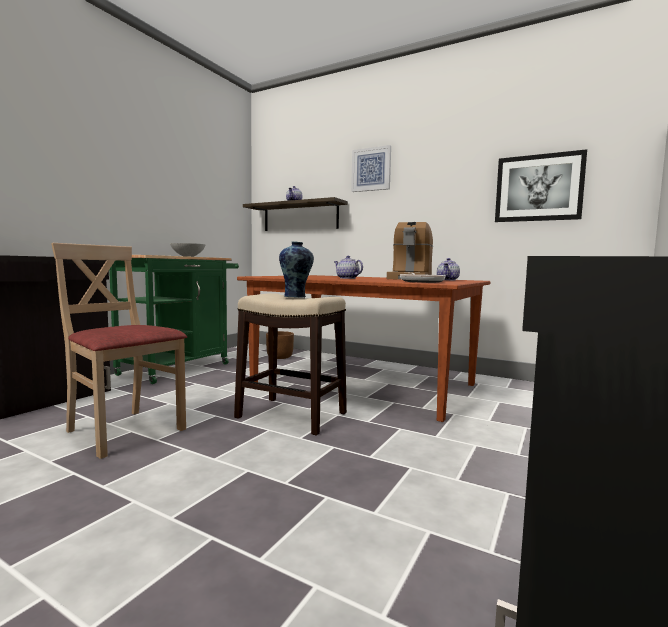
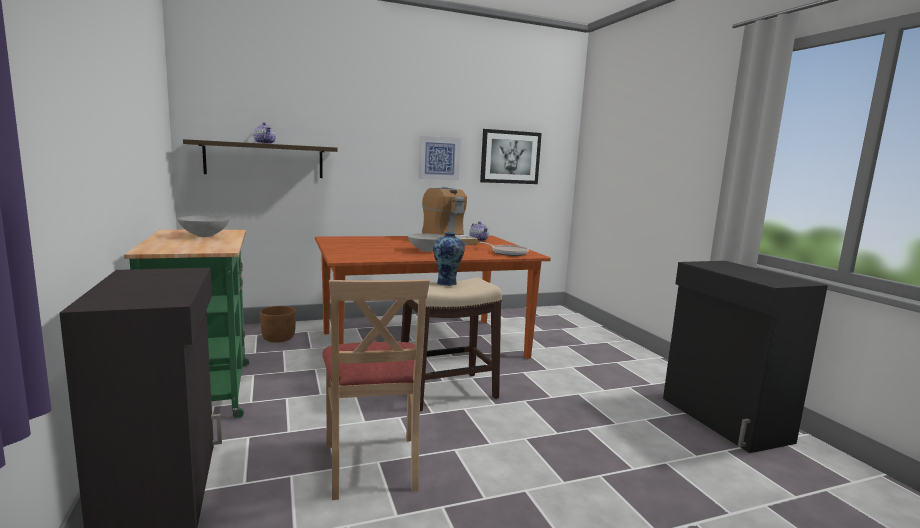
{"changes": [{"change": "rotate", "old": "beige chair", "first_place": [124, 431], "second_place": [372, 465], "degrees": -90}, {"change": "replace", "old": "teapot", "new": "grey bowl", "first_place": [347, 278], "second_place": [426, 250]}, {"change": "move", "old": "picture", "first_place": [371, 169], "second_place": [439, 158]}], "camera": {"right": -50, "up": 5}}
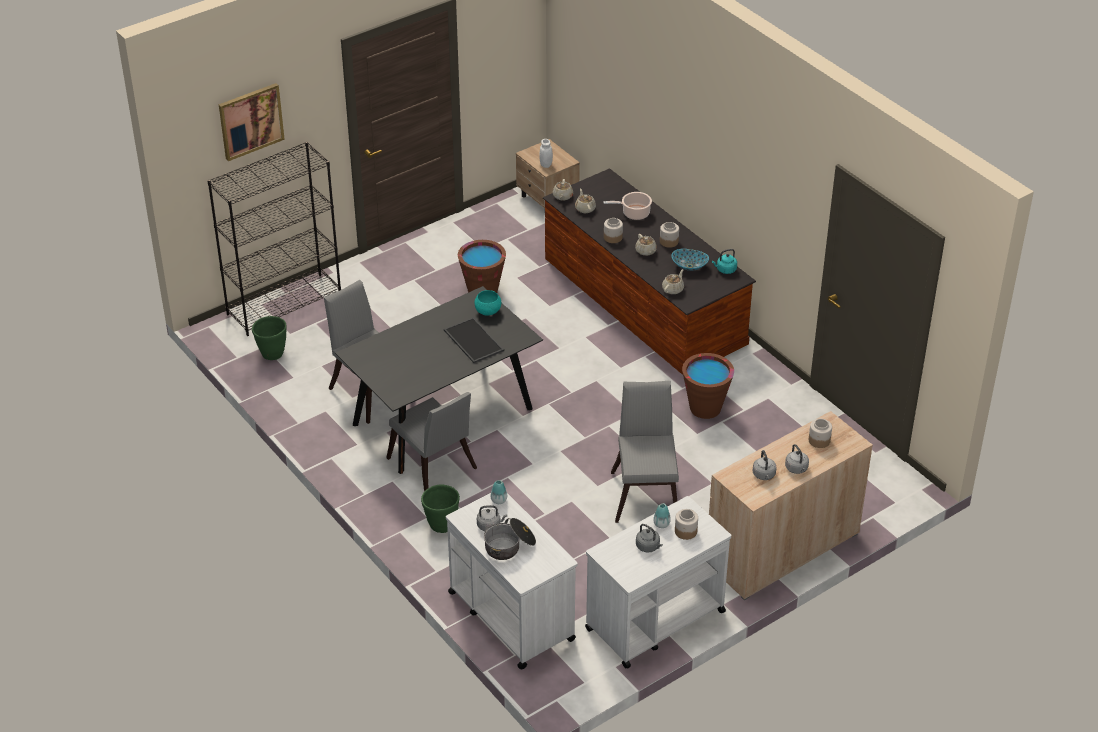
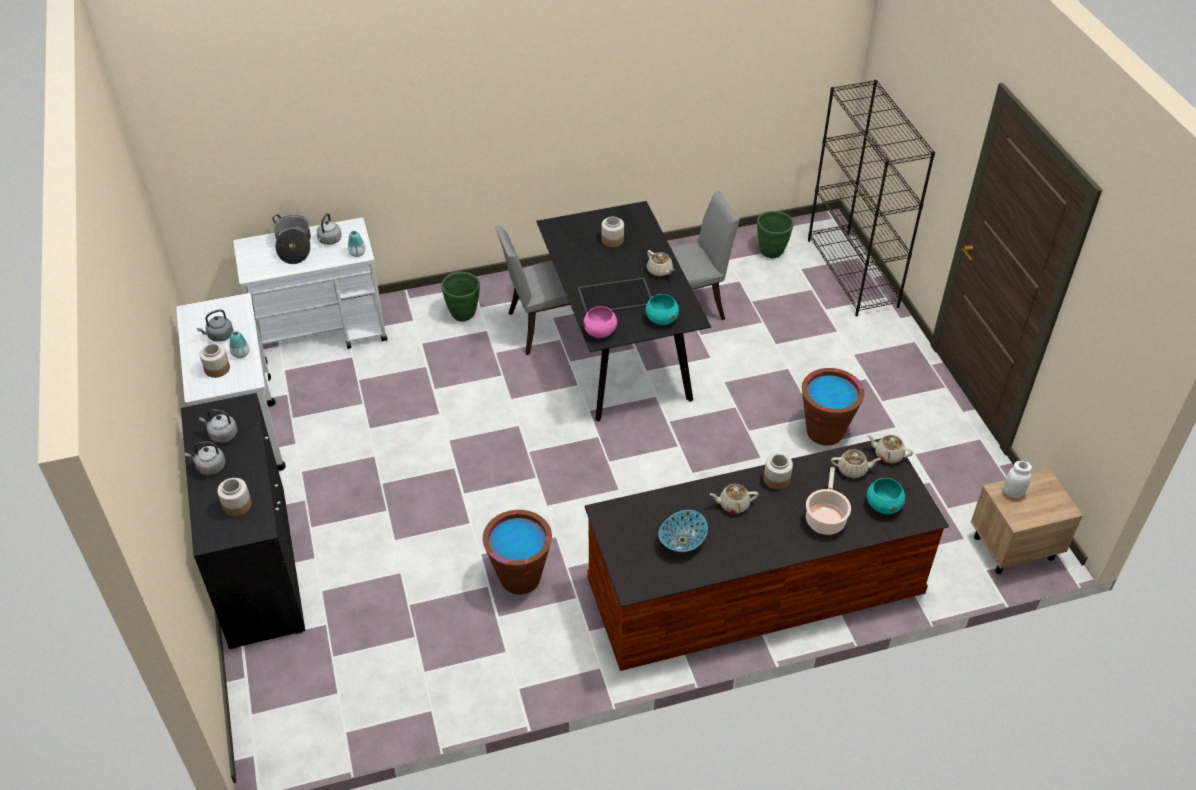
{"changes": [{"change": "recolor", "old": "beige cabinet", "new": "black cabinet", "first_place": [782, 549], "second_place": [259, 566]}, {"change": "insert", "new": "pink bowl", "second_place": [600, 332]}, {"change": "move", "old": "jar", "first_place": [668, 241], "second_place": [612, 240]}, {"change": "move", "old": "beige teapot", "first_place": [673, 289], "second_place": [660, 271]}, {"change": "insert", "new": "turquoise bowl", "second_place": [883, 505]}, {"change": "delete", "old": "picture", "first_place": [250, 121]}, {"change": "delete", "old": "grey chair", "first_place": [645, 492]}, {"change": "delete", "old": "turquoise kettle", "first_place": [725, 270]}], "camera": {"right": 110, "up": 5}}
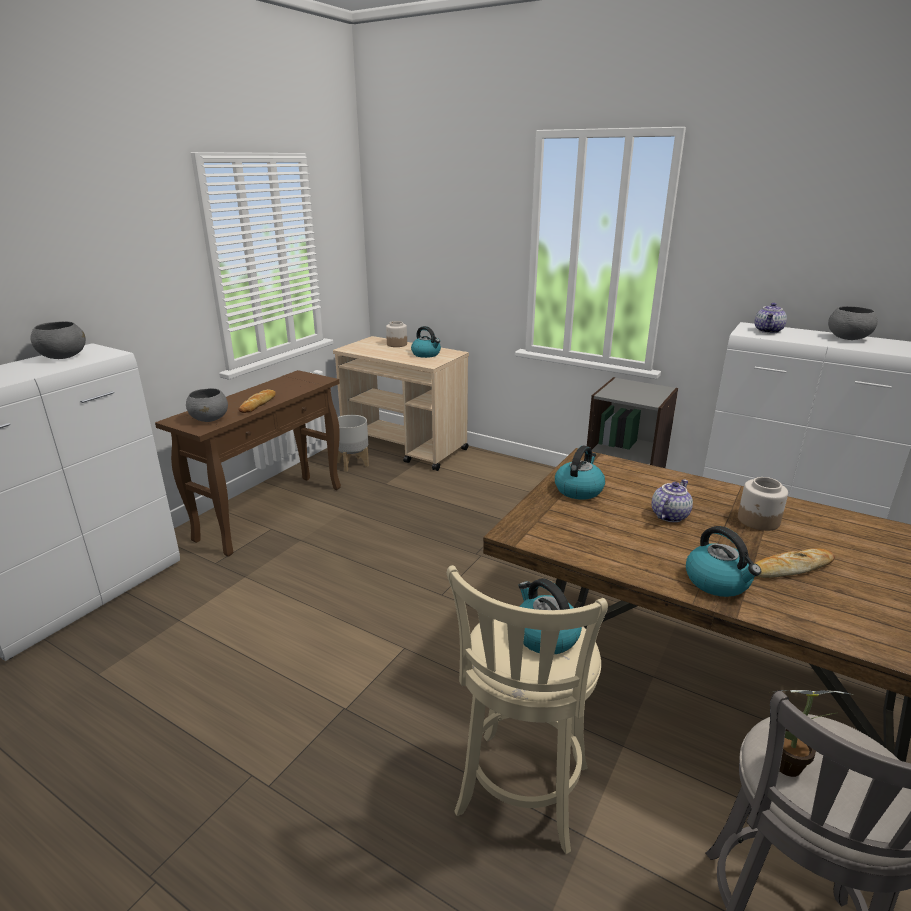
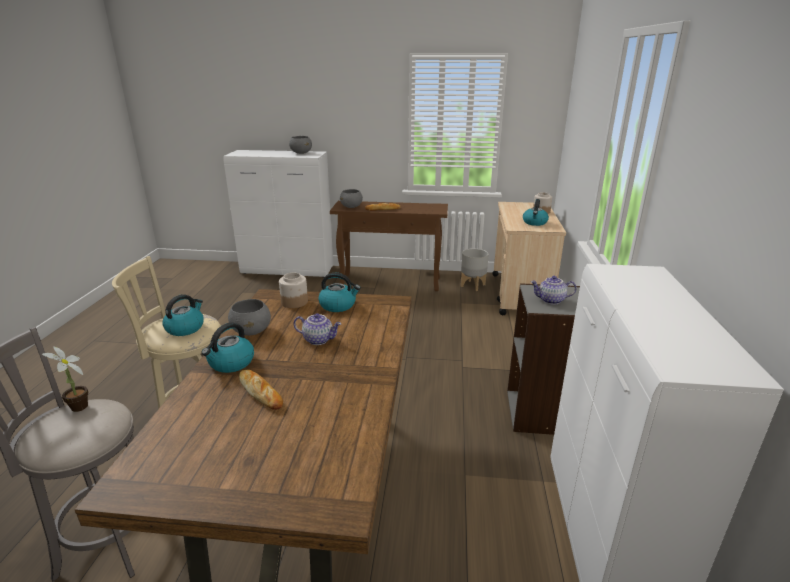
{"changes": [{"change": "move", "old": "grey bowl", "first_place": [847, 338], "second_place": [252, 331]}, {"change": "move", "old": "jar", "first_place": [758, 520], "second_place": [294, 302]}, {"change": "move", "old": "teapot", "first_place": [768, 331], "second_place": [551, 300]}], "camera": {"right": 65, "up": 0}}
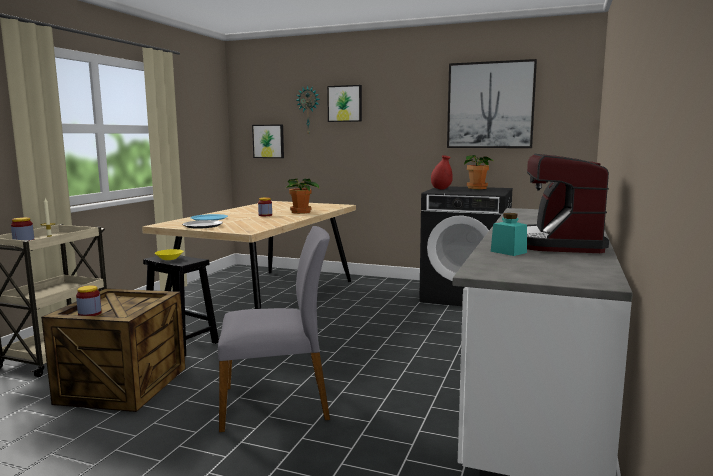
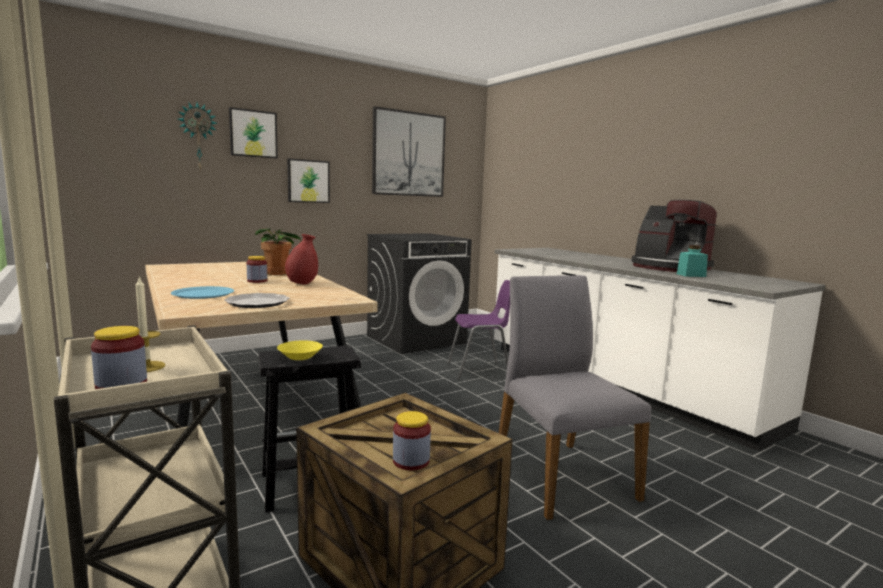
{"changes": [{"change": "move", "old": "red vase", "first_place": [441, 189], "second_place": [302, 283]}, {"change": "move", "old": "picture", "first_place": [268, 141], "second_place": [308, 181]}, {"change": "insert", "new": "purple chair", "second_place": [480, 370]}, {"change": "rotate", "old": "grey chair", "first_place": [276, 403], "second_place": [561, 476], "degrees": -45}, {"change": "delete", "old": "potted plant", "first_place": [478, 188]}], "camera": {"right": -55, "up": 0}}
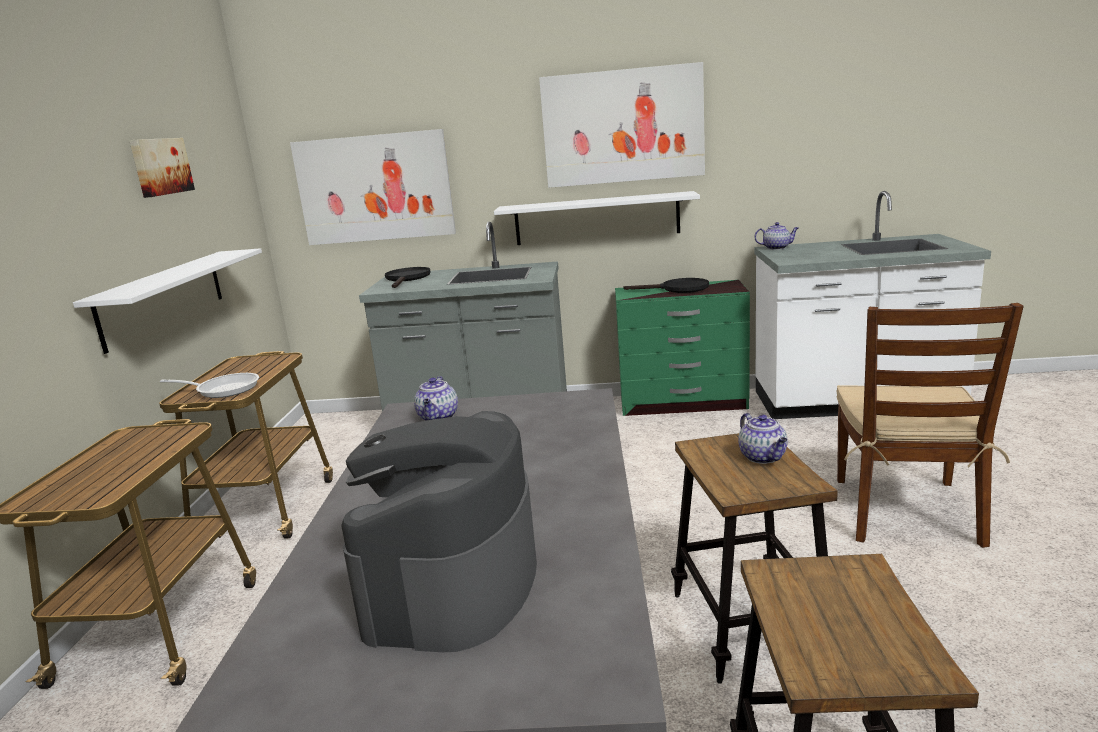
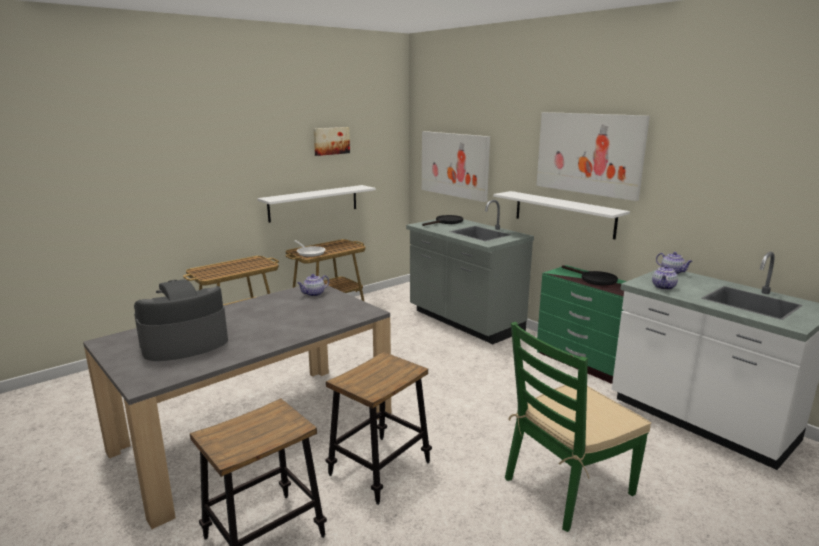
{"changes": [{"change": "recolor", "old": "brown chair", "new": "green chair", "first_place": [906, 511], "second_place": [567, 486]}, {"change": "move", "old": "teapot", "first_place": [763, 457], "second_place": [663, 287]}], "camera": {"right": 45, "up": 0}}
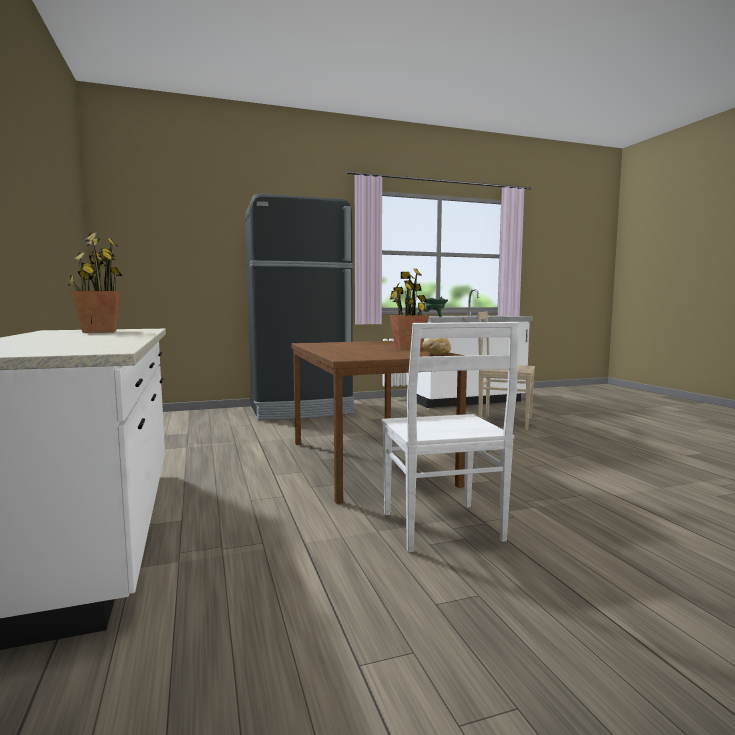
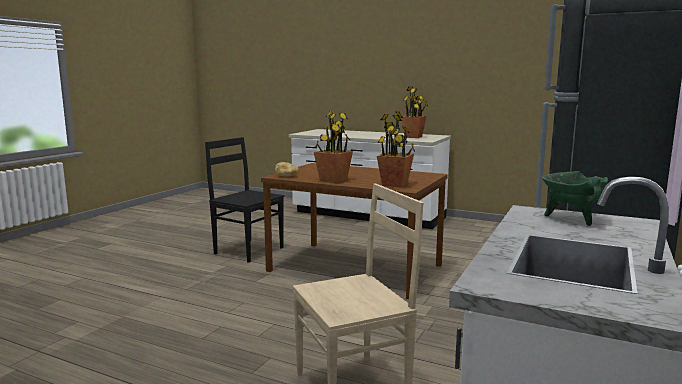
{"changes": [{"change": "recolor", "old": "white chair", "new": "black chair", "first_place": [442, 528], "second_place": [247, 250]}, {"change": "insert", "new": "potted plant", "second_place": [395, 184]}], "camera": {"right": 135, "up": 5}}
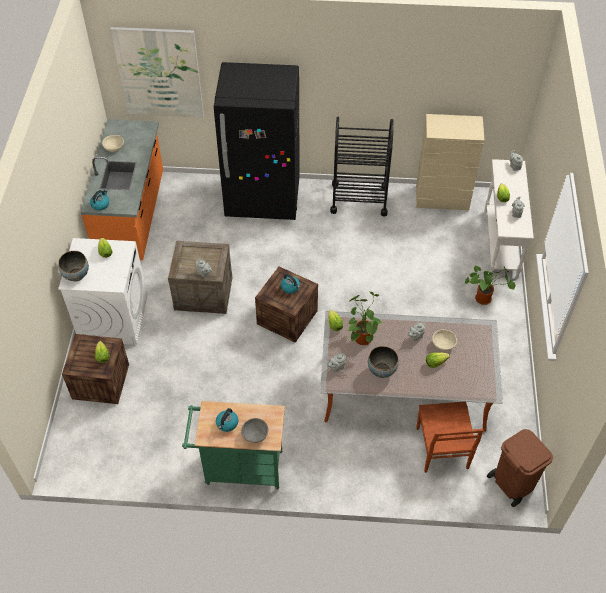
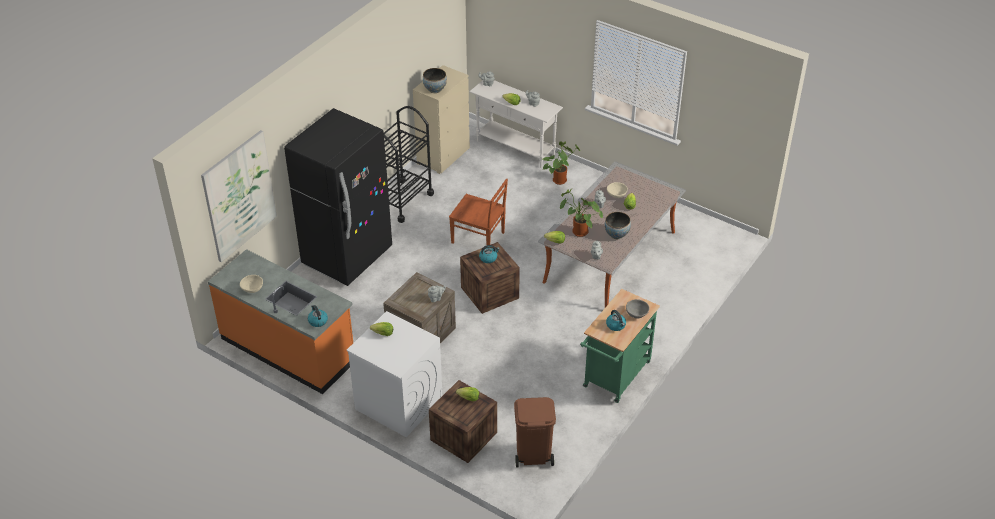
{"changes": [{"change": "move", "old": "bowl", "first_place": [76, 275], "second_place": [435, 89]}, {"change": "move", "old": "brown chair", "first_place": [442, 449], "second_place": [479, 238]}, {"change": "move", "old": "brown trash can", "first_place": [512, 483], "second_place": [533, 454]}], "camera": {"right": -60, "up": -10}}
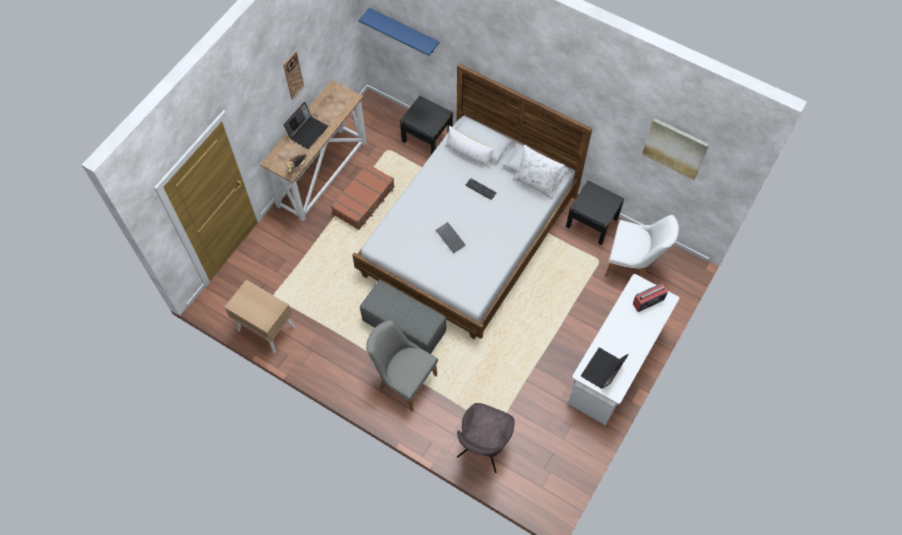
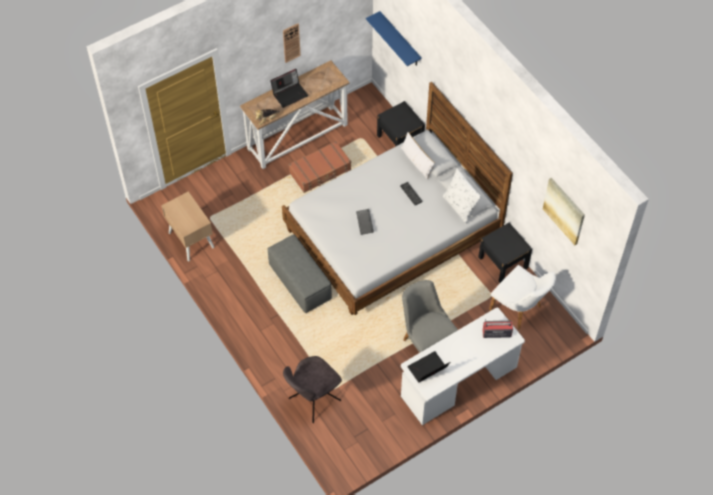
{"changes": [{"change": "move", "old": "grey chair", "first_place": [403, 379], "second_place": [425, 341]}], "camera": {"right": 25, "up": -5}}
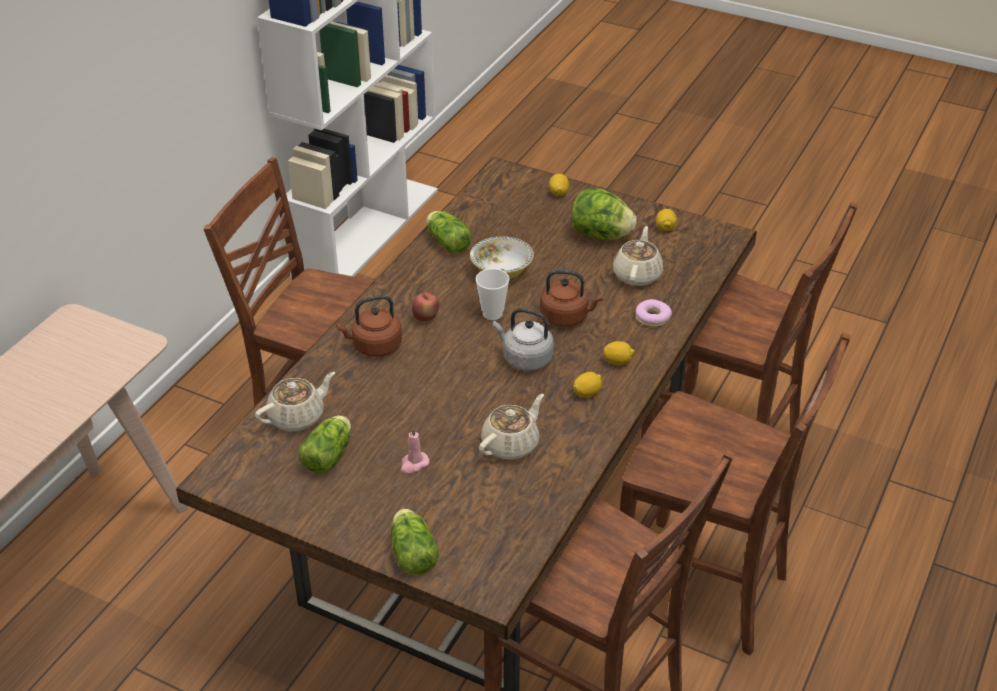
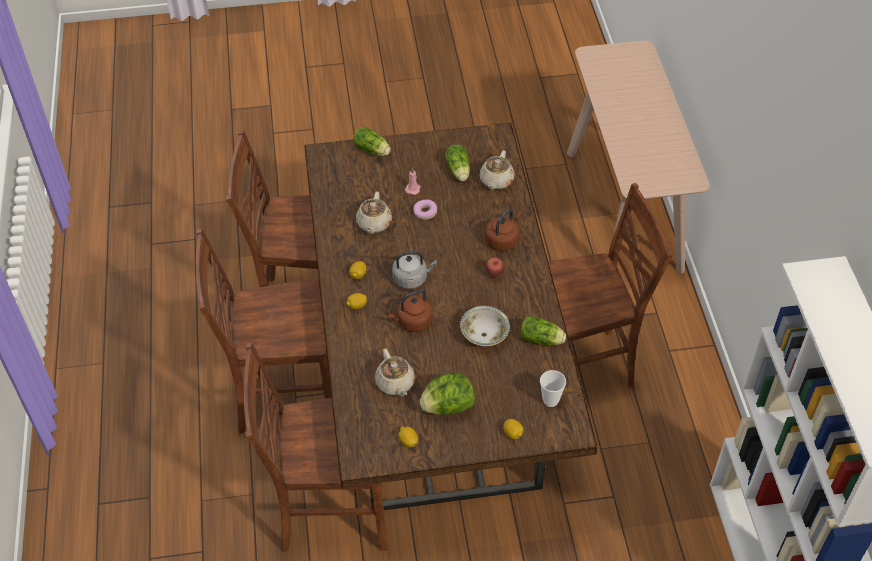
{"changes": [{"change": "move", "old": "donut", "first_place": [653, 318], "second_place": [425, 212]}, {"change": "move", "old": "cup", "first_place": [492, 314], "second_place": [550, 400]}], "camera": {"right": 145, "up": 10}}
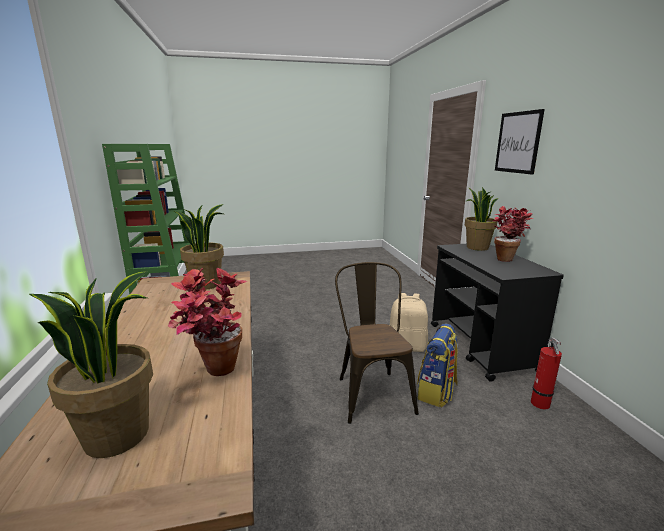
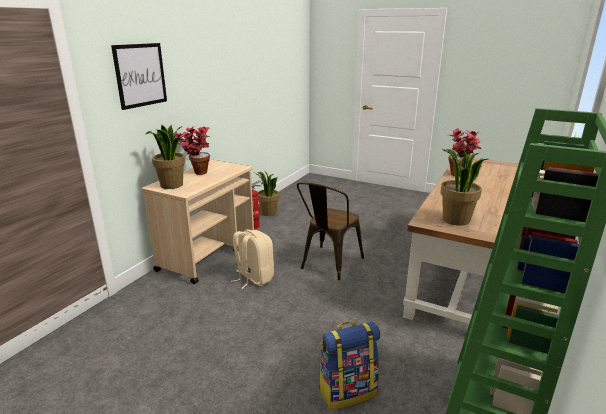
{"changes": [{"change": "recolor", "old": "black cart", "new": "beige cart", "first_place": [481, 347], "second_place": [208, 255]}, {"change": "move", "old": "potted plant", "first_place": [118, 434], "second_place": [268, 213]}, {"change": "move", "old": "backpack", "first_place": [436, 392], "second_place": [347, 391]}], "camera": {"right": -140, "up": 5}}
